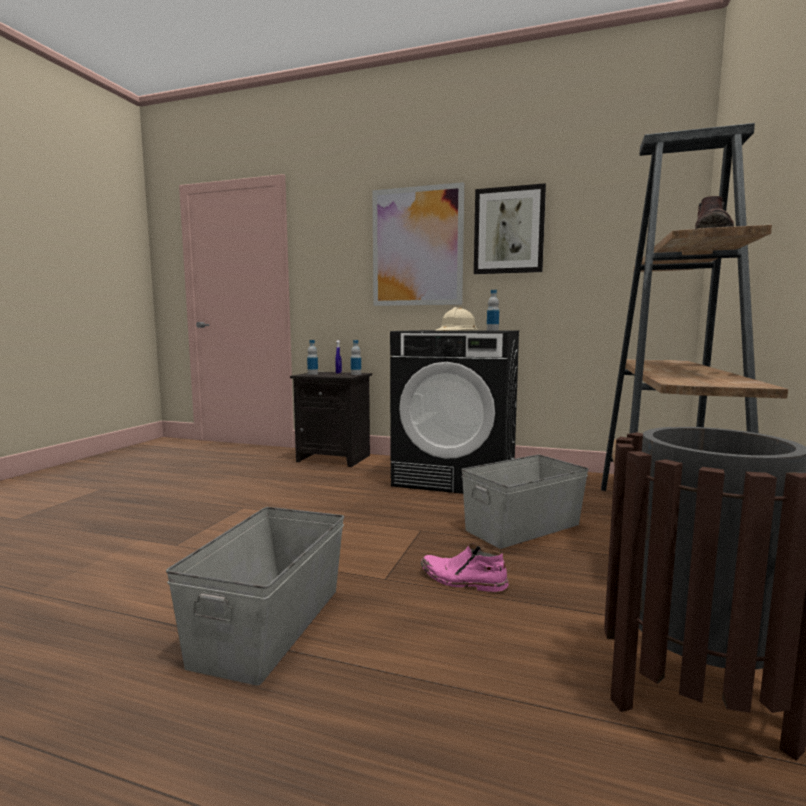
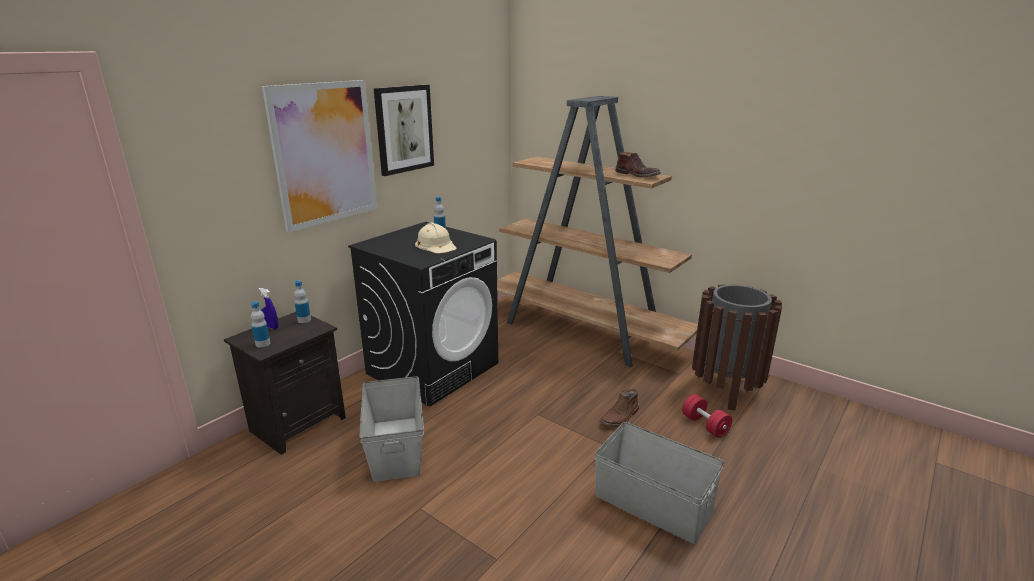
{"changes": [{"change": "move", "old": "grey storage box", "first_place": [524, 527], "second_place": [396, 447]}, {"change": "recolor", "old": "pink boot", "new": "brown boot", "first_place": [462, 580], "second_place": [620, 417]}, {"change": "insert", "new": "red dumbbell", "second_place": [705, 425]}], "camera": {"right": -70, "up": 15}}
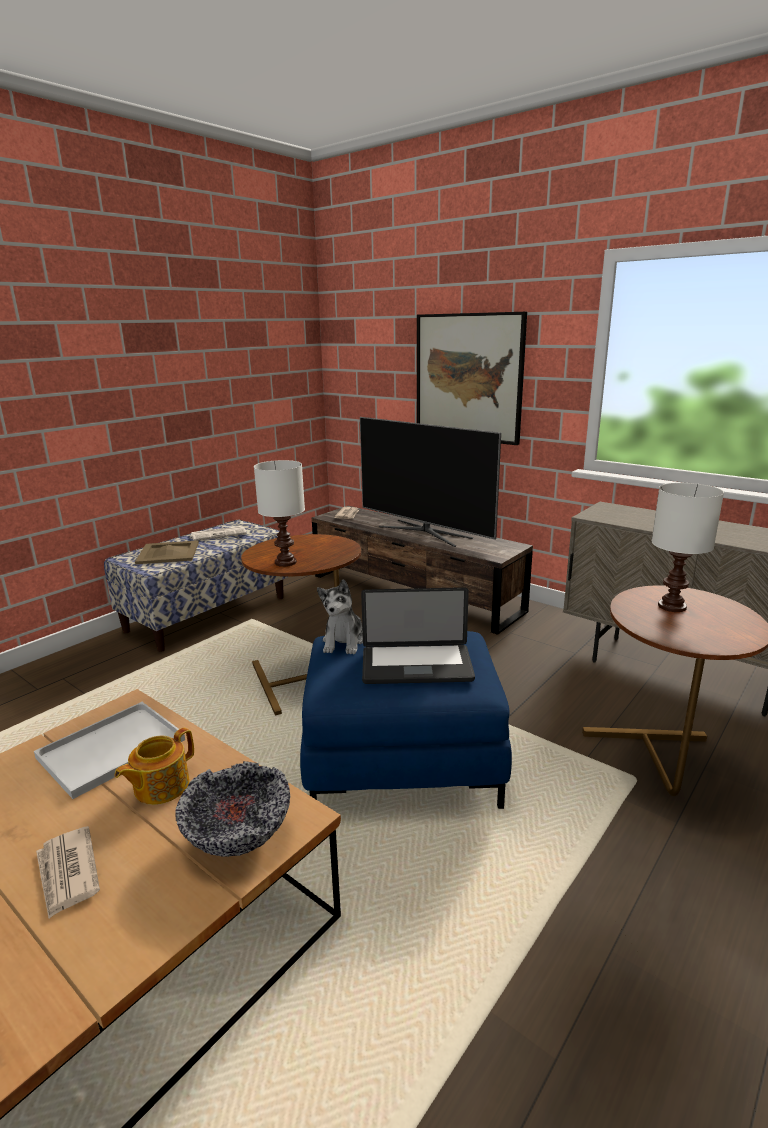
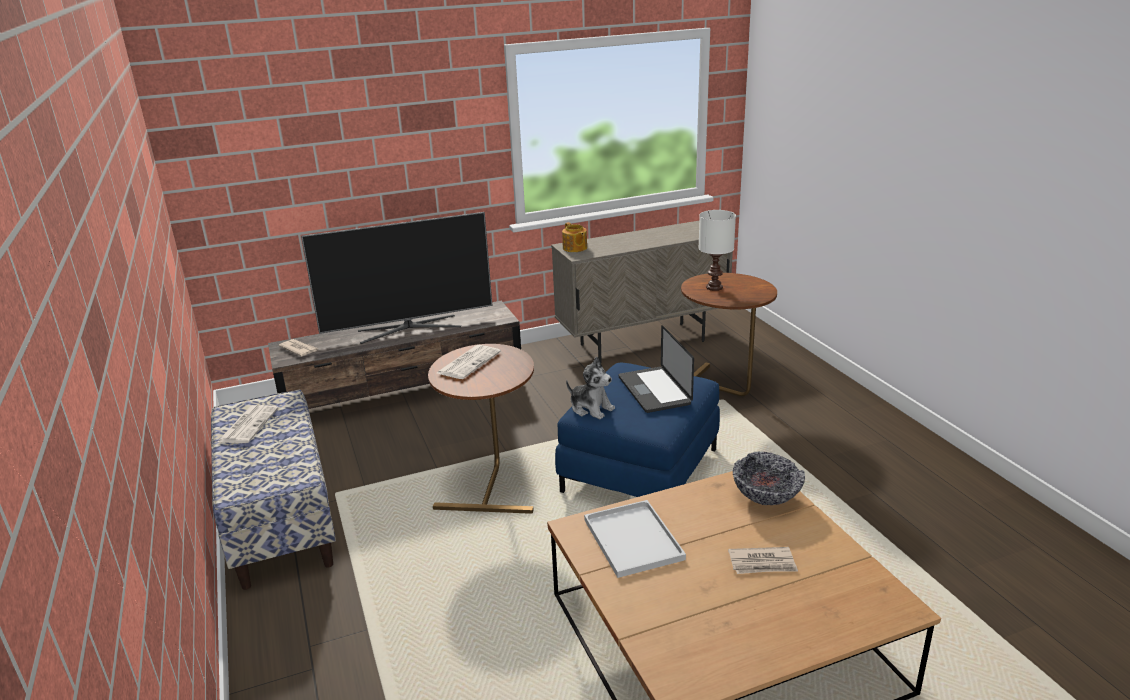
{"changes": [{"change": "insert", "new": "newspaper", "second_place": [469, 362]}, {"change": "move", "old": "teapot", "first_place": [160, 786], "second_place": [574, 248]}, {"change": "rotate", "old": "laptop", "first_place": [416, 666], "second_place": [654, 391], "degrees": 135}, {"change": "delete", "old": "beige tray", "first_place": [169, 552]}, {"change": "delete", "old": "white table lamp", "first_place": [286, 562]}, {"change": "delete", "old": "picture", "first_place": [468, 378]}], "camera": {"right": -60, "up": 5}}
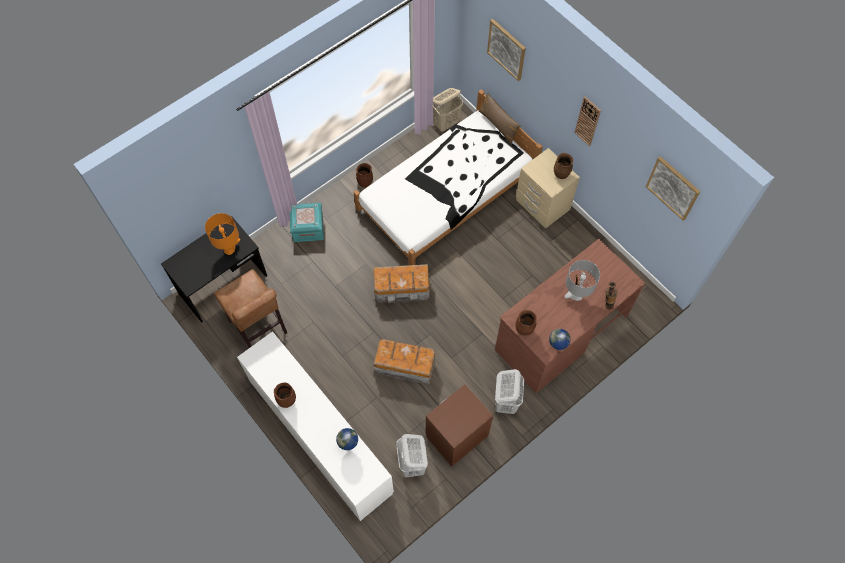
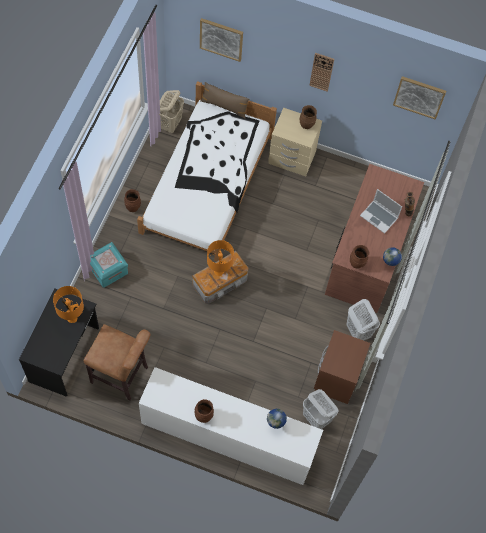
{"changes": [{"change": "insert", "new": "orange table lamp", "second_place": [219, 271]}, {"change": "replace", "old": "grey table lamp", "new": "laptop", "first_place": [576, 295], "second_place": [379, 217]}, {"change": "delete", "old": "storage box", "first_place": [404, 366]}], "camera": {"right": -35, "up": 0}}
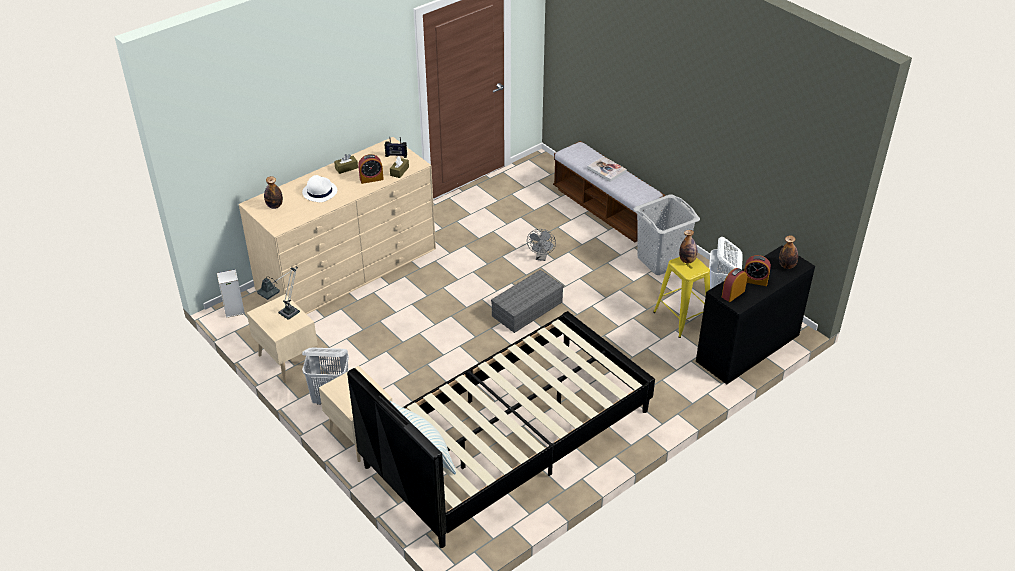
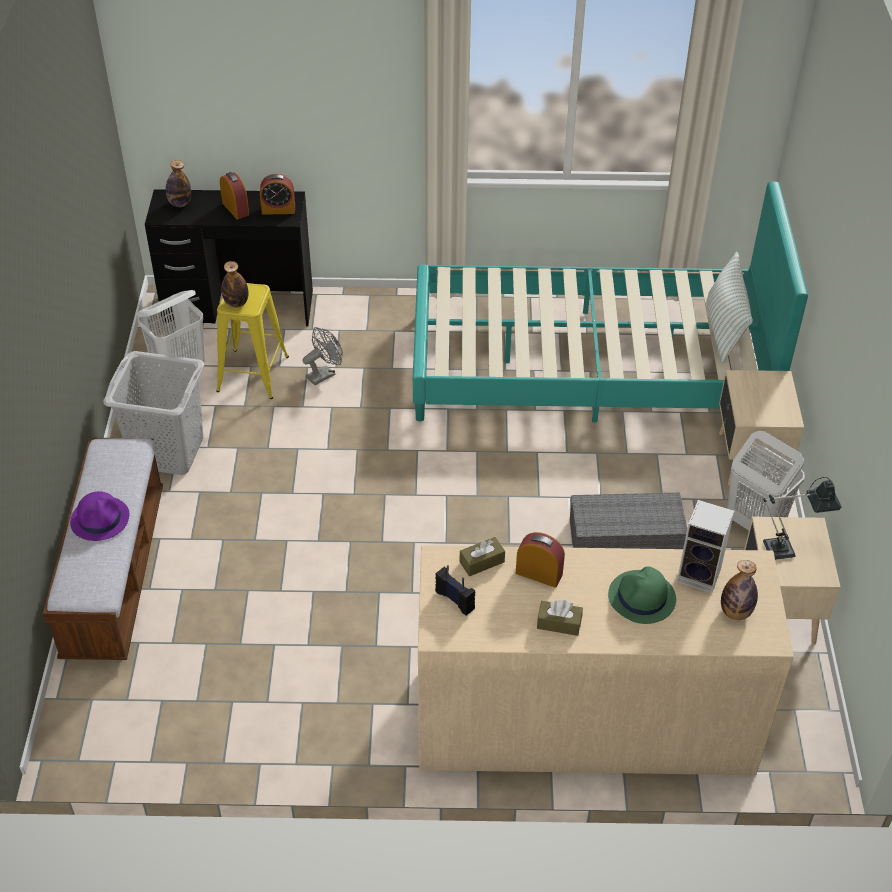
{"changes": [{"change": "replace", "old": "book", "new": "purple hat", "first_place": [606, 170], "second_place": [100, 519]}, {"change": "move", "old": "grey fan", "first_place": [541, 257], "second_place": [324, 374]}, {"change": "recolor", "old": "black bed", "new": "turquoise bed", "first_place": [508, 438], "second_place": [589, 367]}, {"change": "move", "old": "grey storage box", "first_place": [527, 308], "second_place": [624, 539]}, {"change": "recolor", "old": "white hat", "new": "green hat", "first_place": [319, 191], "second_place": [641, 598]}, {"change": "move", "old": "speaker", "first_place": [233, 311], "second_place": [700, 575]}], "camera": {"right": -140, "up": 5}}
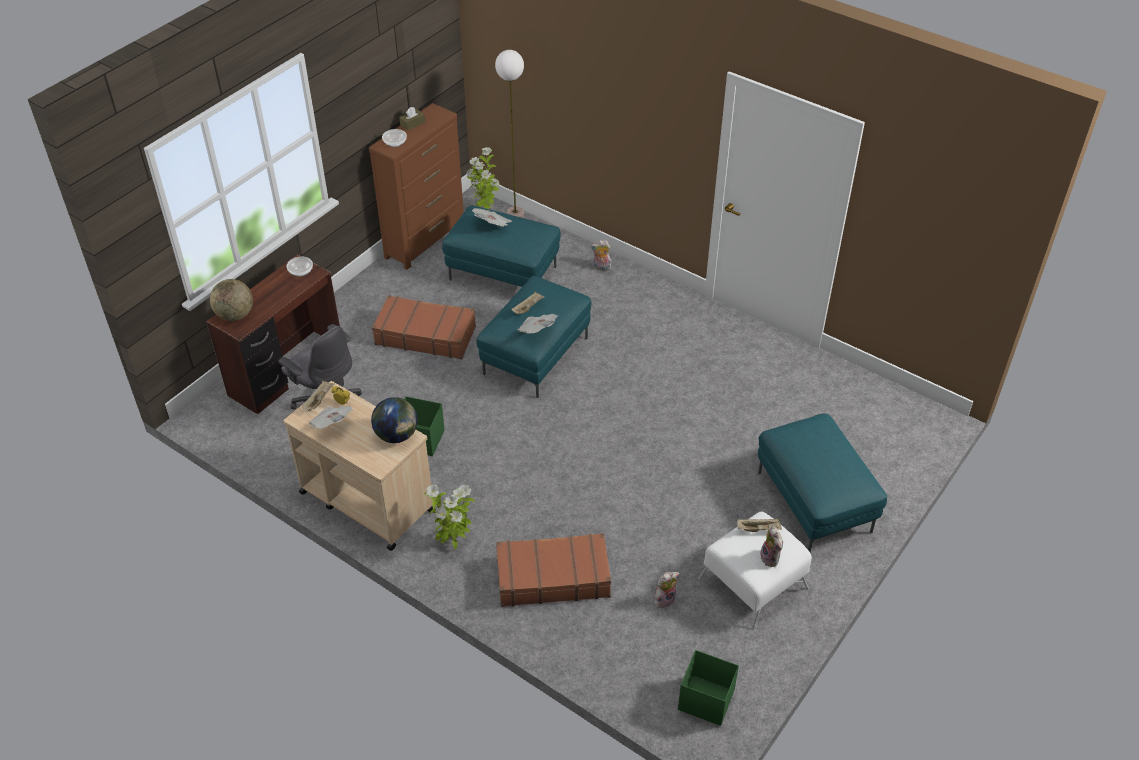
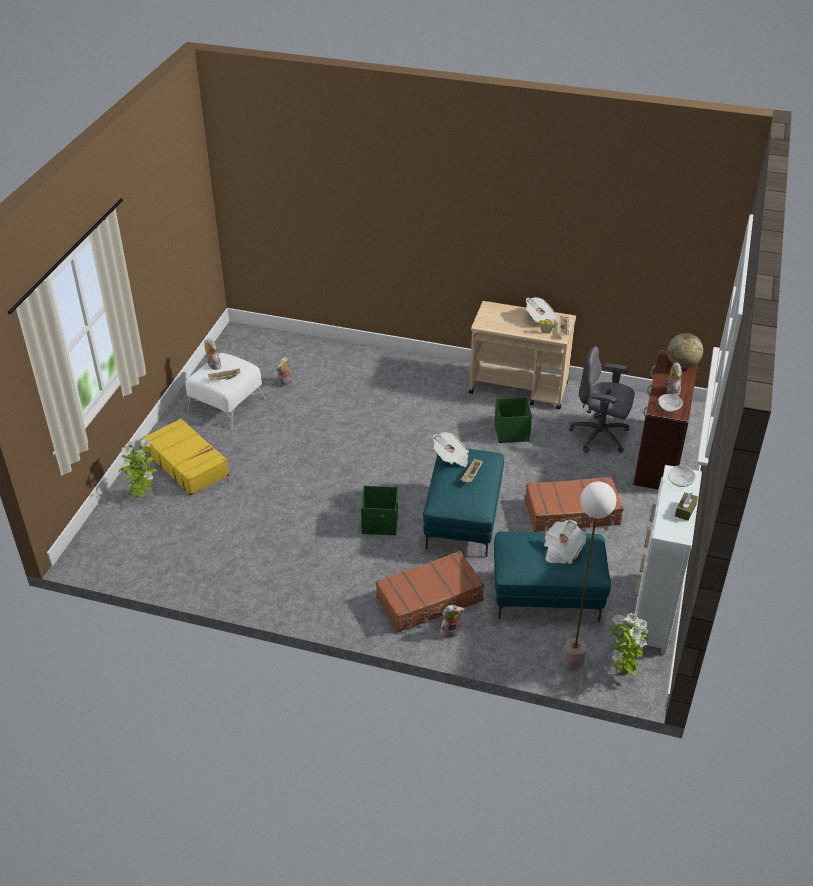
{"changes": [{"change": "move", "old": "potted plant", "first_place": [453, 542], "second_place": [143, 496]}, {"change": "replace", "old": "turquoise ottoman", "new": "yellow suitcase", "first_place": [815, 502], "second_place": [187, 463]}, {"change": "move", "old": "green storage box", "first_place": [705, 700], "second_place": [380, 523]}, {"change": "move", "old": "brown suitcase", "first_place": [552, 577], "second_place": [430, 599]}, {"change": "recolor", "old": "brown dresser", "new": "white dresser", "first_place": [425, 240], "second_place": [653, 613]}, {"change": "insert", "new": "plush toy", "second_place": [671, 392]}, {"change": "delete", "old": "globe", "first_place": [397, 435]}], "camera": {"right": 160, "up": -5}}
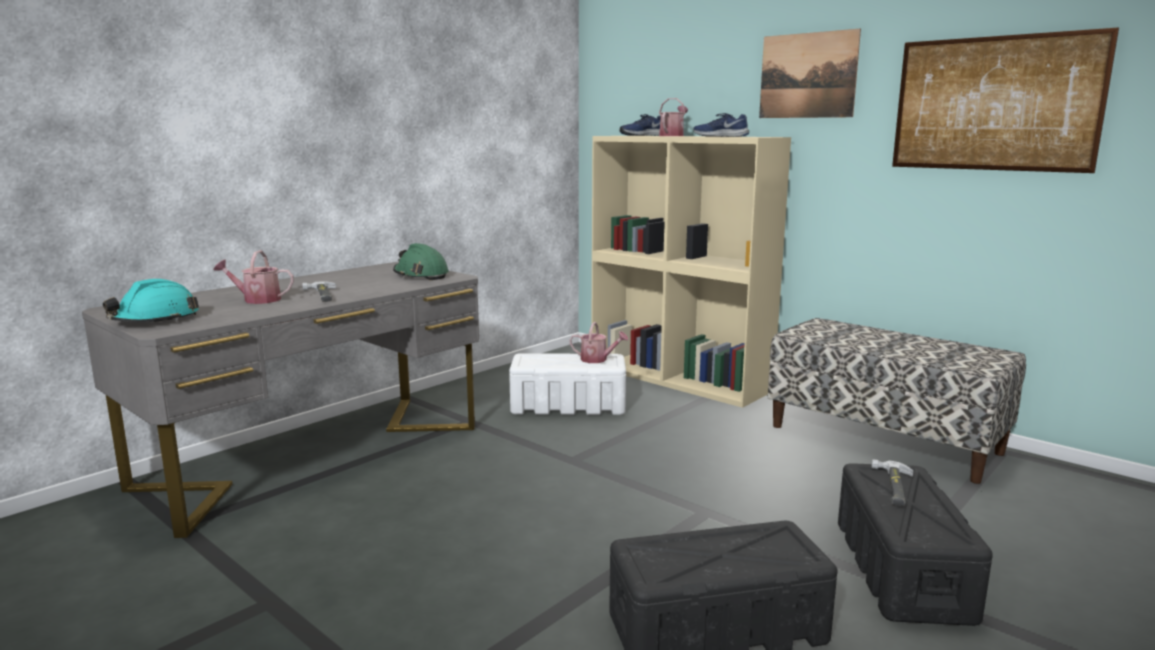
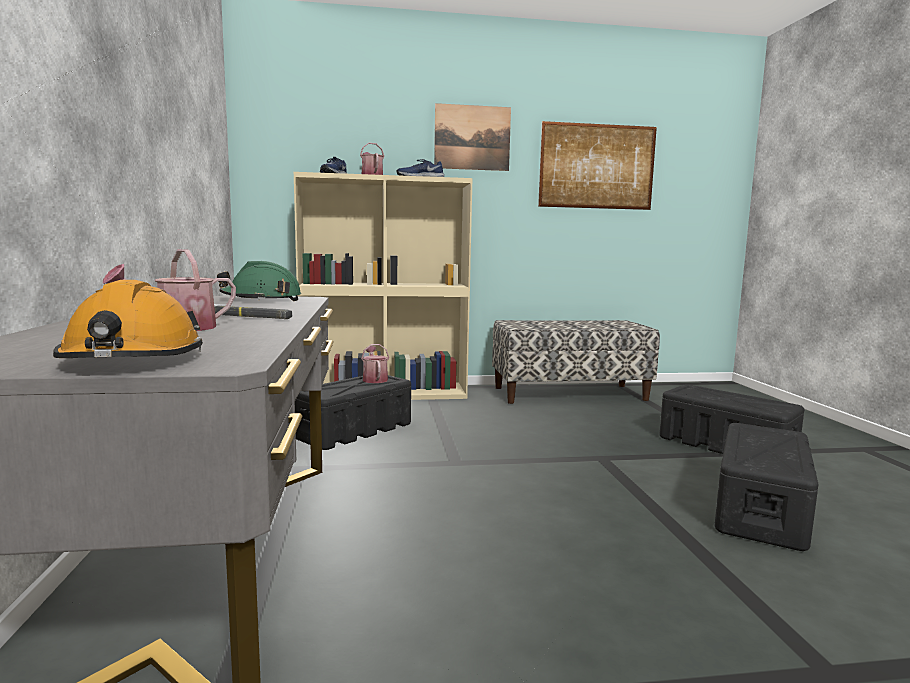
{"changes": [{"change": "recolor", "old": "turquoise hard hat", "new": "orange hard hat", "first_place": [155, 320], "second_place": [133, 360]}, {"change": "recolor", "old": "white storage box", "new": "black storage box", "first_place": [569, 405], "second_place": [354, 430]}, {"change": "rotate", "old": "watering can", "first_place": [597, 359], "second_place": [374, 379], "degrees": -75}, {"change": "delete", "old": "hammer", "first_place": [893, 486]}], "camera": {"right": -50, "up": -5}}
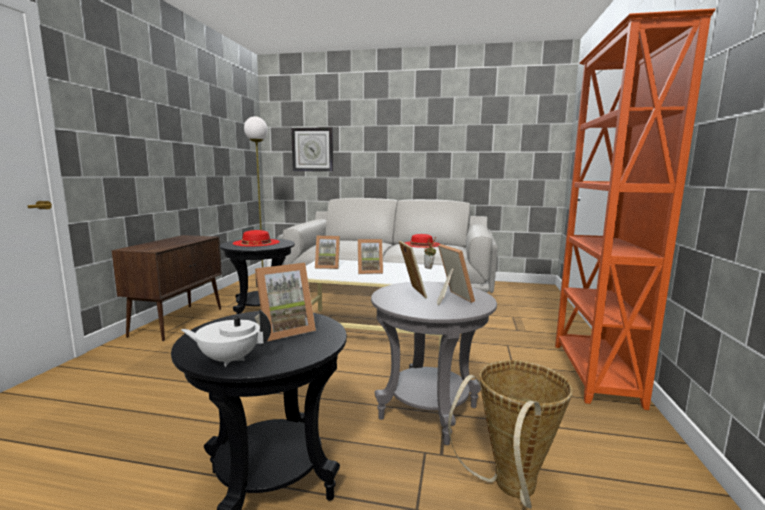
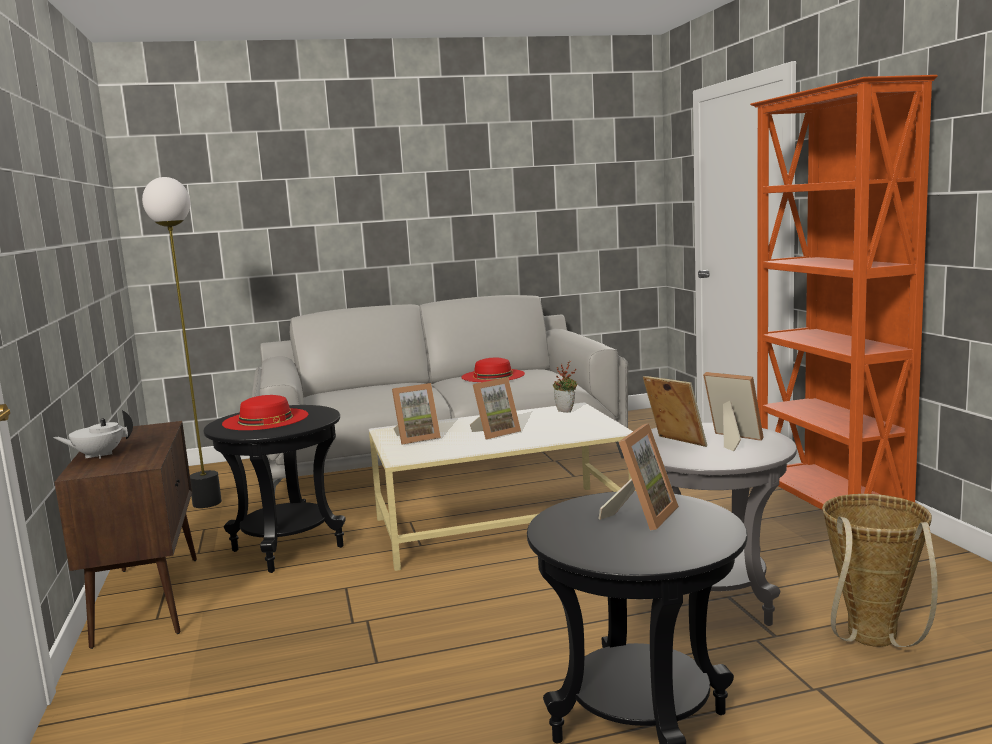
{"changes": [{"change": "move", "old": "white teapot", "first_place": [229, 359], "second_place": [98, 456]}, {"change": "delete", "old": "wall clock", "first_place": [312, 149]}], "camera": {"right": -25, "up": 0}}
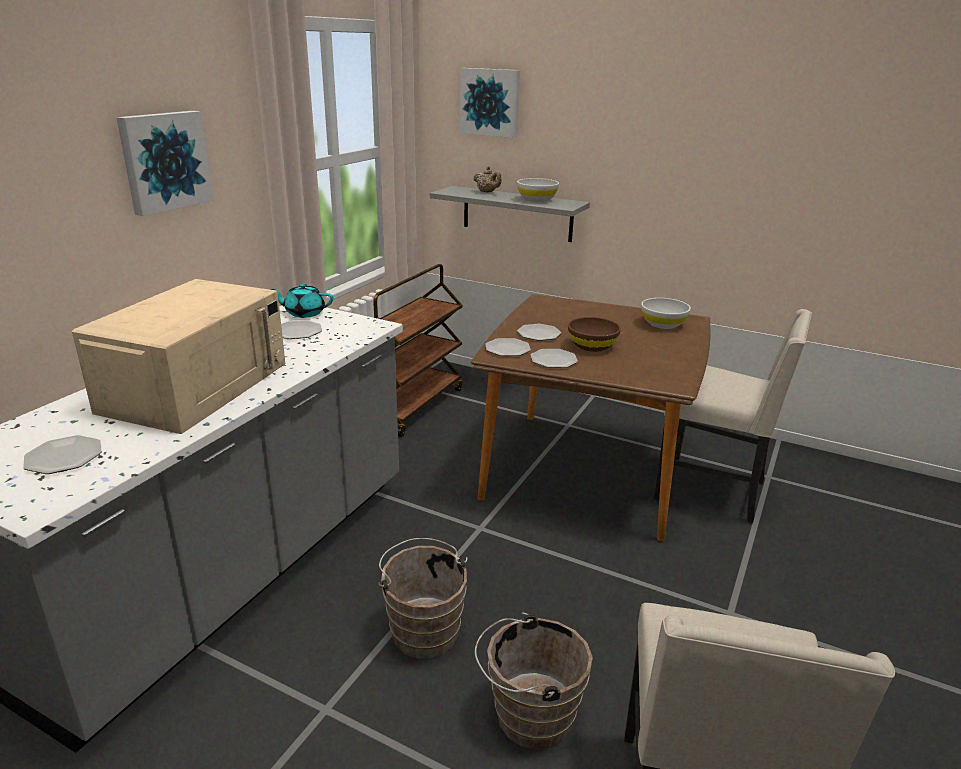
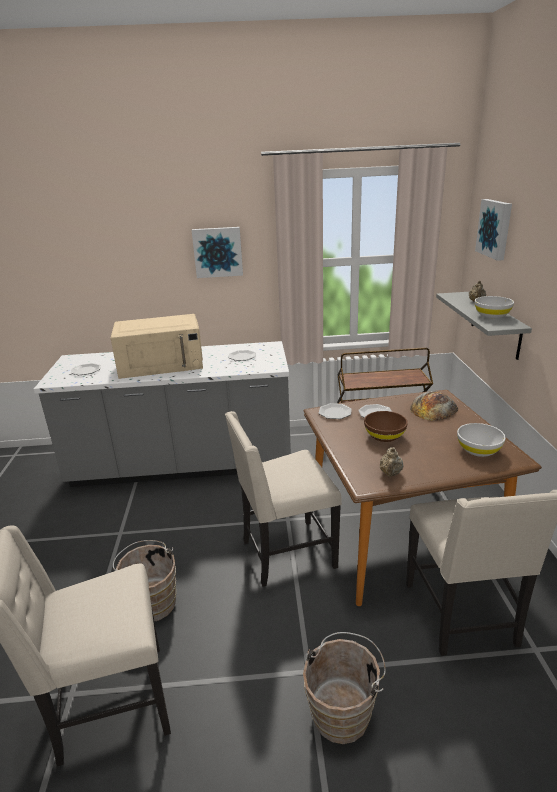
{"changes": [{"change": "insert", "new": "beige chair", "second_place": [286, 554]}, {"change": "move", "old": "brown bucket", "first_place": [424, 628], "second_place": [343, 710]}, {"change": "insert", "new": "beige teapot", "second_place": [390, 473]}, {"change": "insert", "new": "bread", "second_place": [433, 408]}, {"change": "delete", "old": "turquoise teapot", "first_place": [304, 313]}, {"change": "delete", "old": "plate", "first_place": [554, 360]}], "camera": {"right": 60, "up": 0}}
